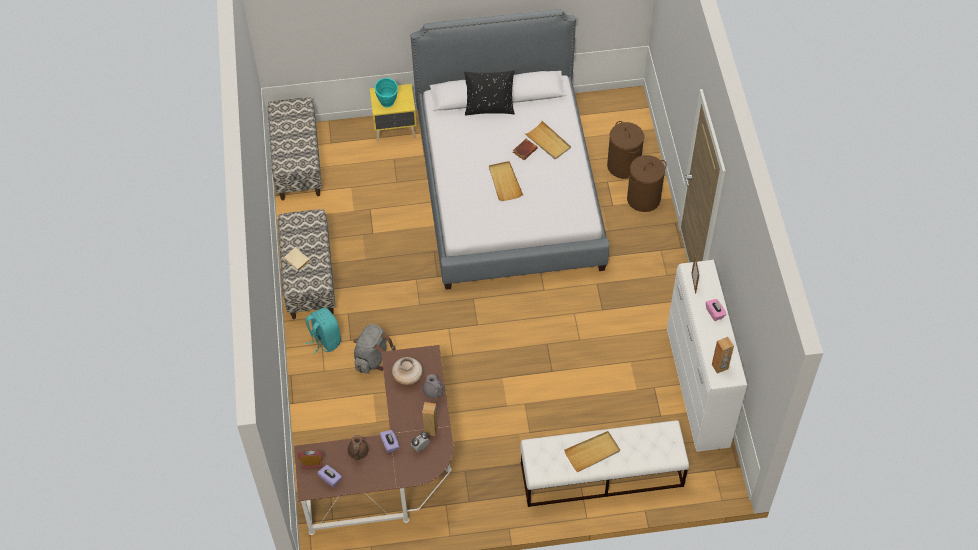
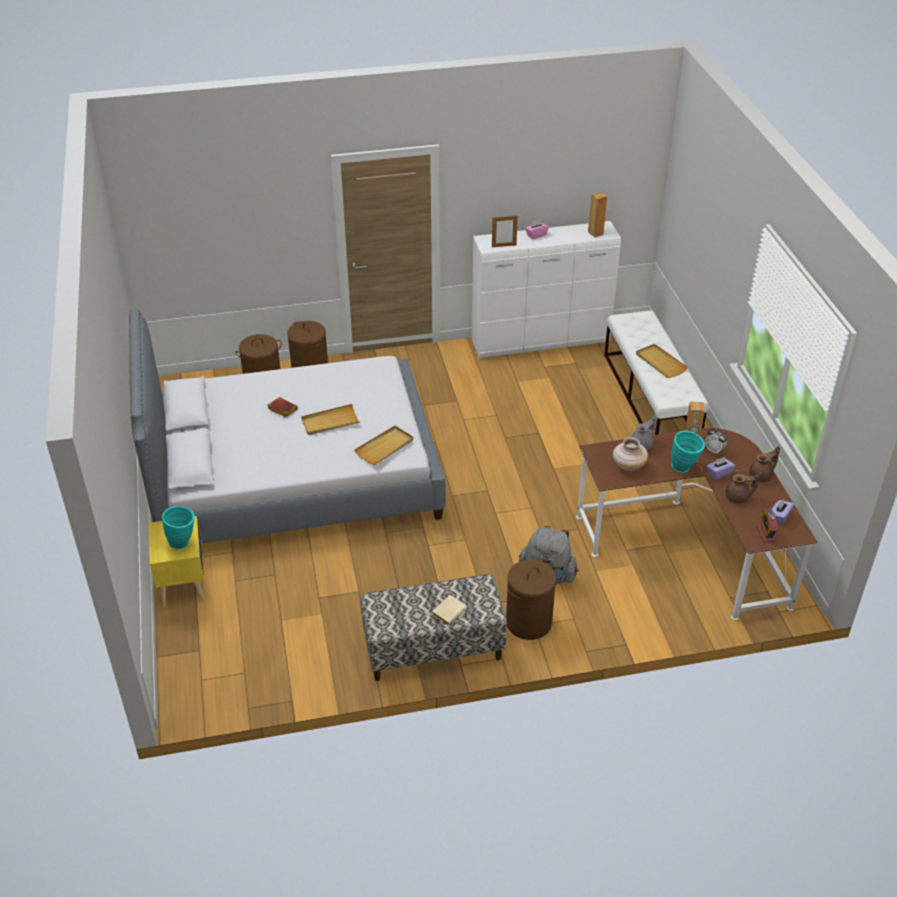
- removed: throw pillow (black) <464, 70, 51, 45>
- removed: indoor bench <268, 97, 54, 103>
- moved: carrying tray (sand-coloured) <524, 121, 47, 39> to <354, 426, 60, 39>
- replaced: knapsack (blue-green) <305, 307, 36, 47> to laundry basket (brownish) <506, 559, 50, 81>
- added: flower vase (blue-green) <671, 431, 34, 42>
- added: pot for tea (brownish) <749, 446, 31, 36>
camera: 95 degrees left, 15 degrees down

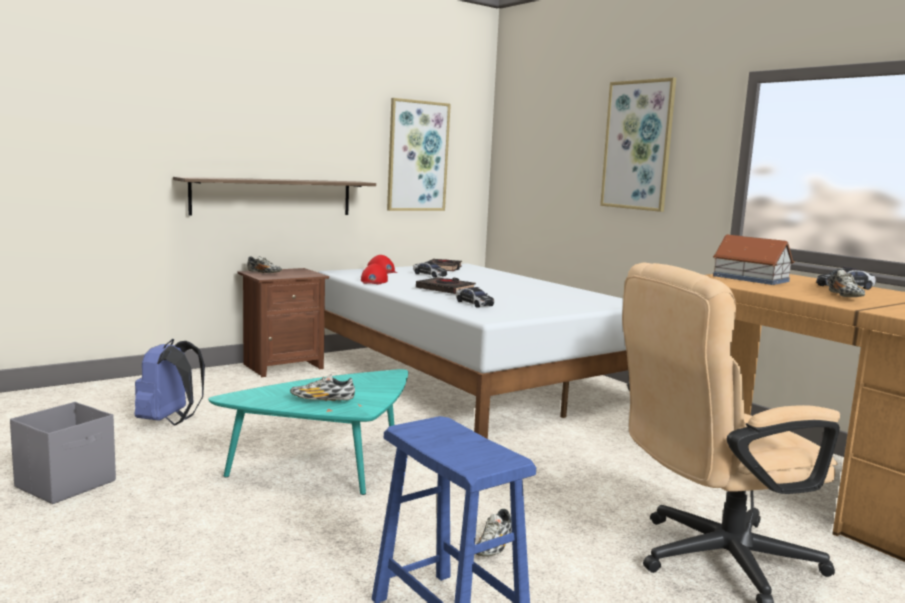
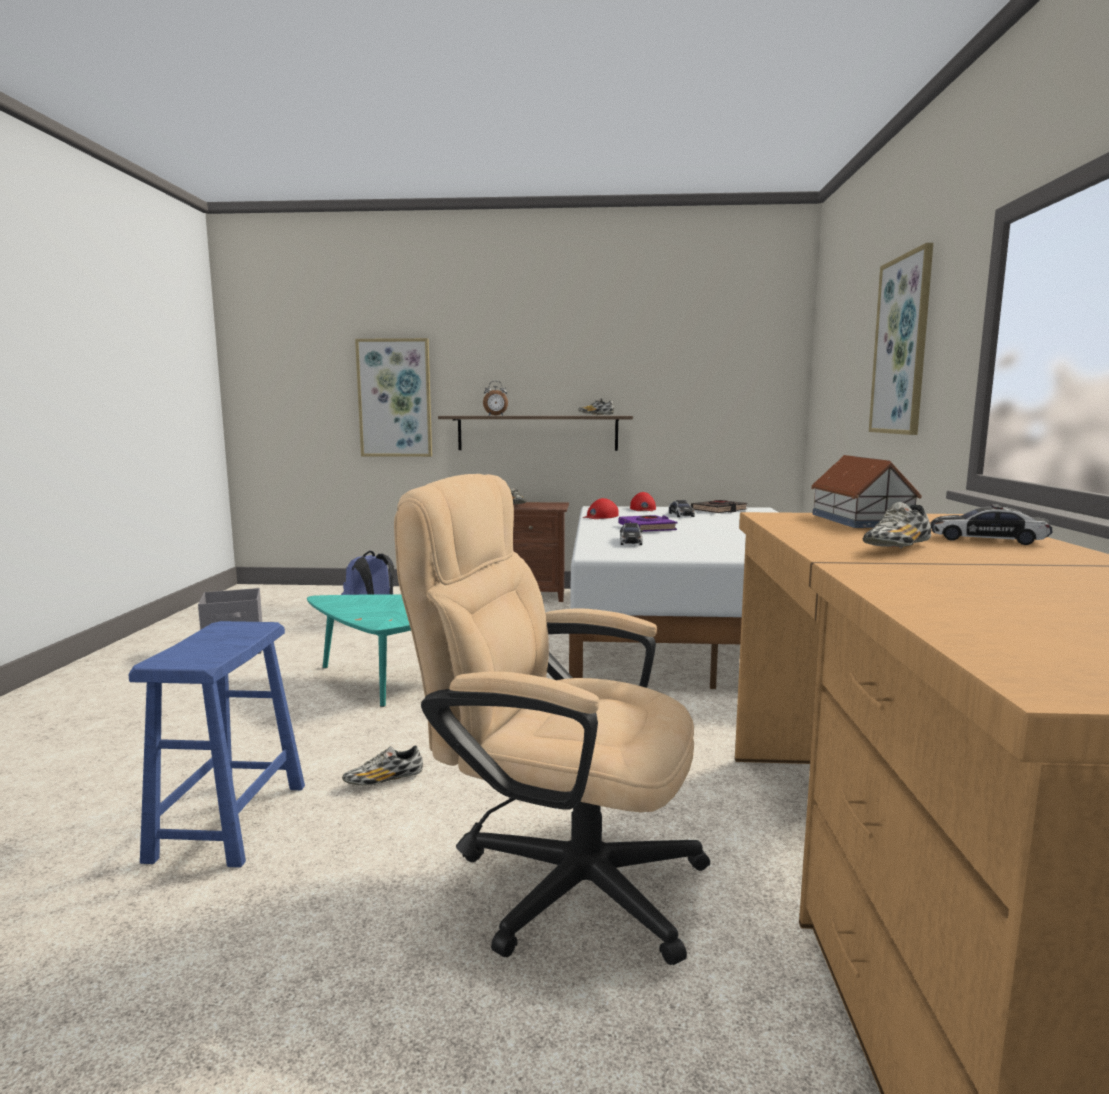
- moved: wall picture <387, 98, 64, 113> to <355, 338, 77, 119>
- recoloured: bound book (black) <416, 277, 60, 17> to bound book (purple) <619, 515, 58, 17>
- moved: shoe <290, 374, 65, 27> to <578, 398, 36, 18>
- added: table clock <483, 381, 25, 35>
camera: 40 degrees right, 0 degrees up

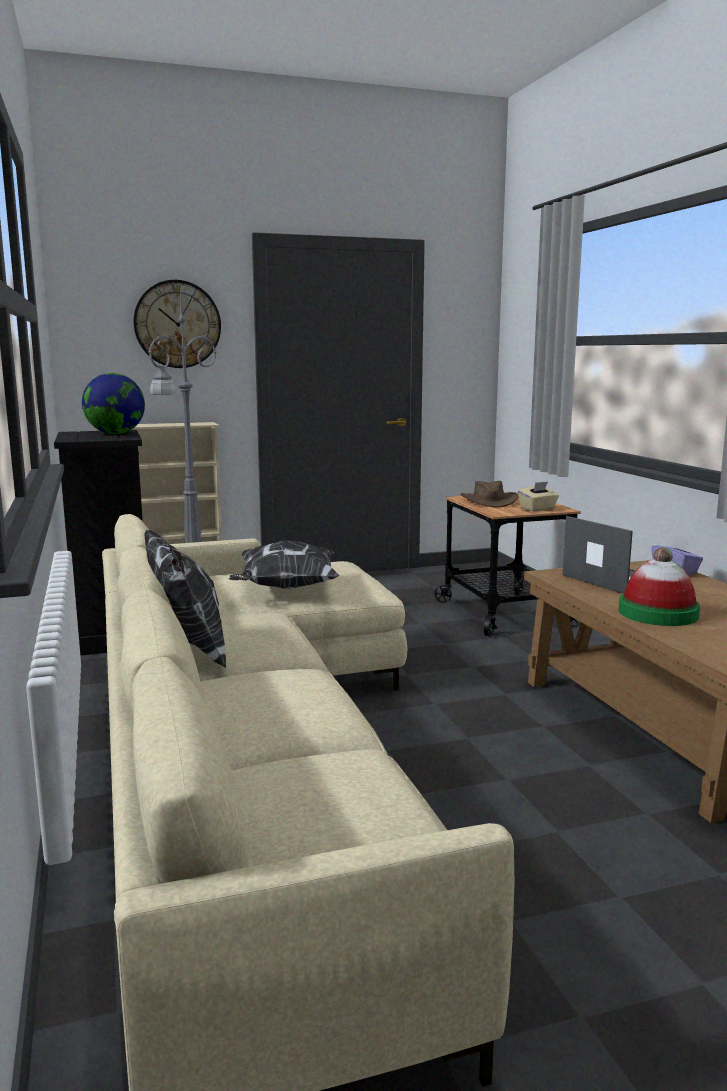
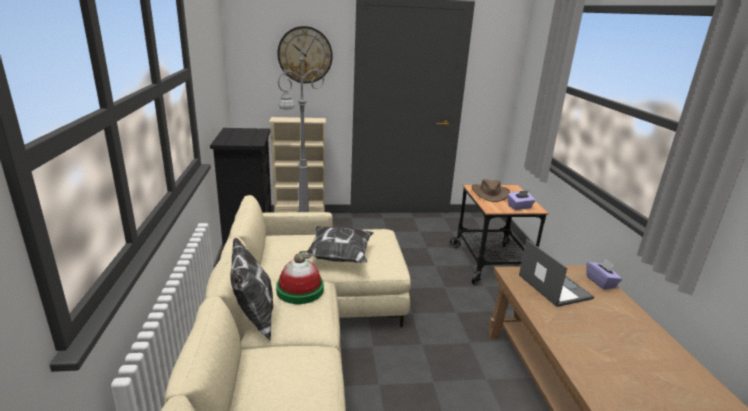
- removed: desk globe <82, 373, 63, 61>
- recoloured: box of tissues (sand-coloured) <518, 481, 41, 31> to box of tissues (purple) <508, 191, 28, 19>
- moved: clothing hat <618, 547, 82, 79> to <276, 253, 48, 51>
camera: 10 degrees right, 10 degrees up

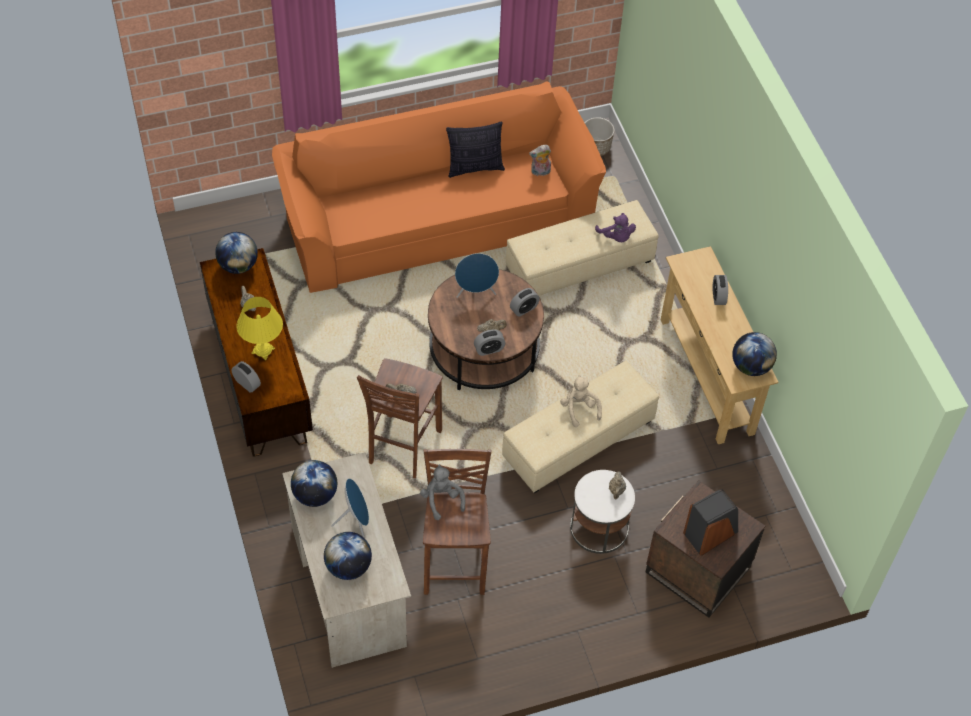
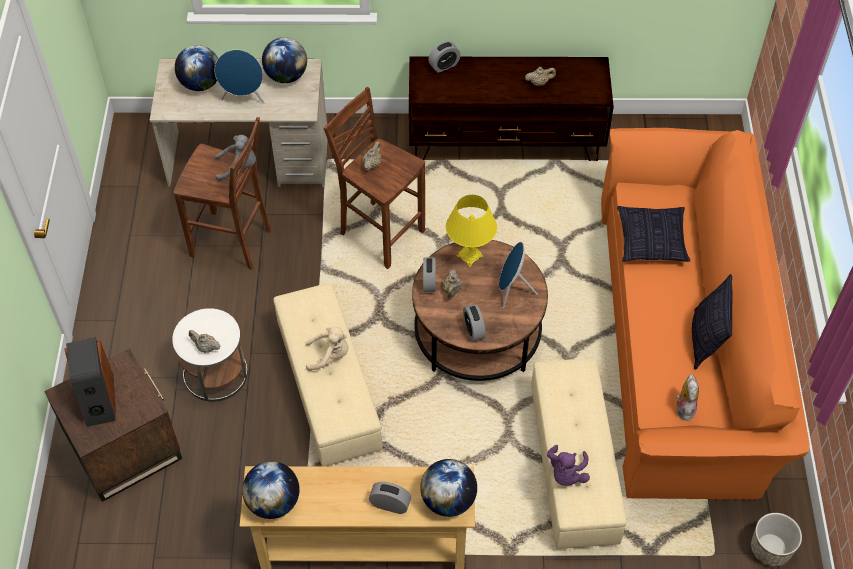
- turned: cuddly toy (purple) <595, 213, 41, 29> = <547, 445, 43, 41> 60 degrees counterclockwise
- moved: desk globe <215, 232, 43, 42> to <420, 459, 57, 58>
- moved: table lamp (yellow-coloured) <236, 297, 47, 63> to <446, 195, 51, 72>
- added: throw pillow <617, 206, 73, 56>
camera: 110 degrees right, 0 degrees up

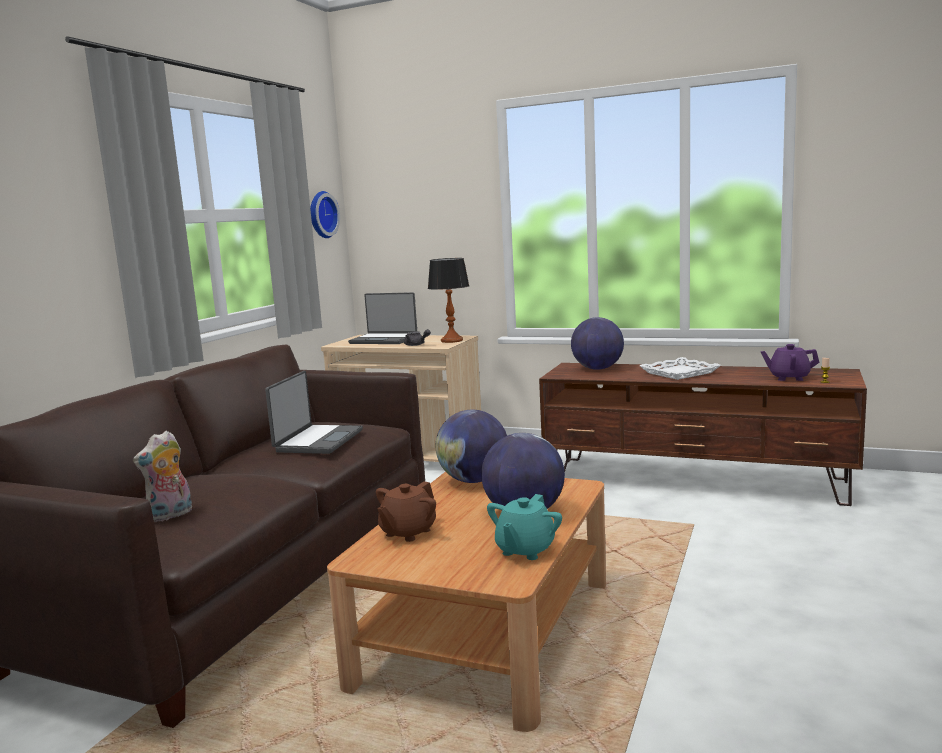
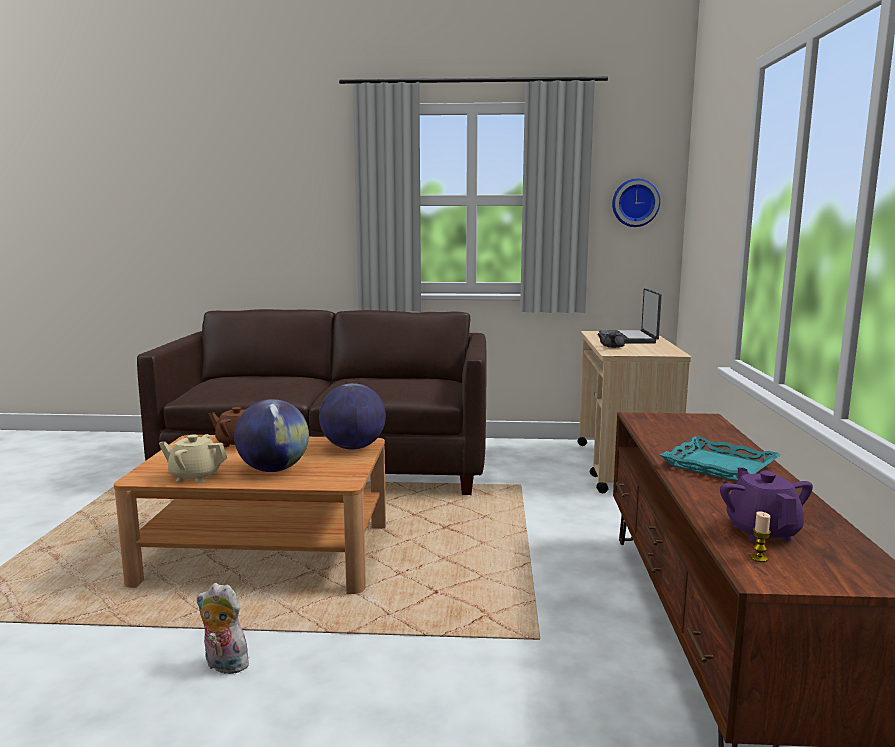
- removed: table lamp <428, 258, 42, 85>
- removed: desk globe <571, 317, 53, 53>
- recoloured: carrying tray (white-coloured) <640, 357, 81, 23> to carrying tray (blue-green) <660, 436, 121, 46>
- removed: notebook computer <265, 371, 98, 83>
- moved: cuddly toy <133, 431, 59, 91> to <197, 583, 56, 91>
- recoloured: pot for tea (blue-green) <487, 494, 75, 66> to pot for tea (sand-coloured) <159, 434, 68, 49>
camera: 70 degrees right, 0 degrees up

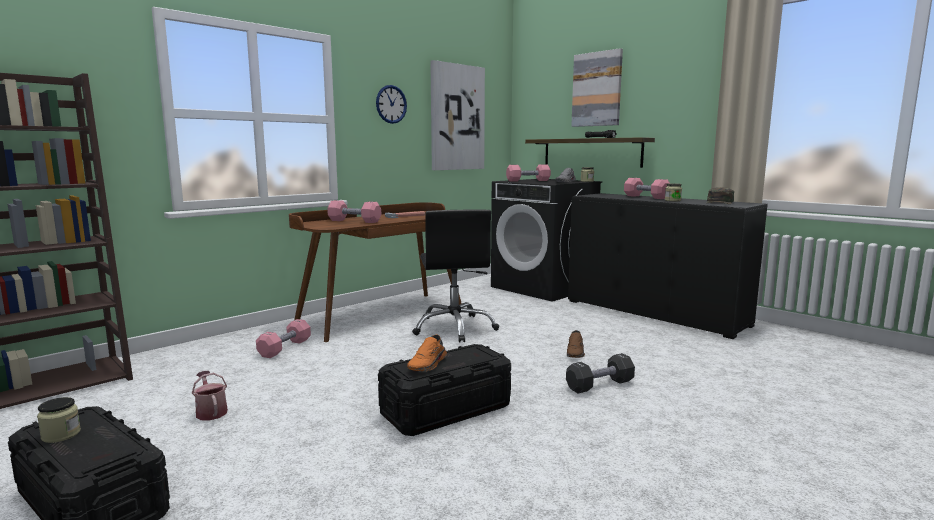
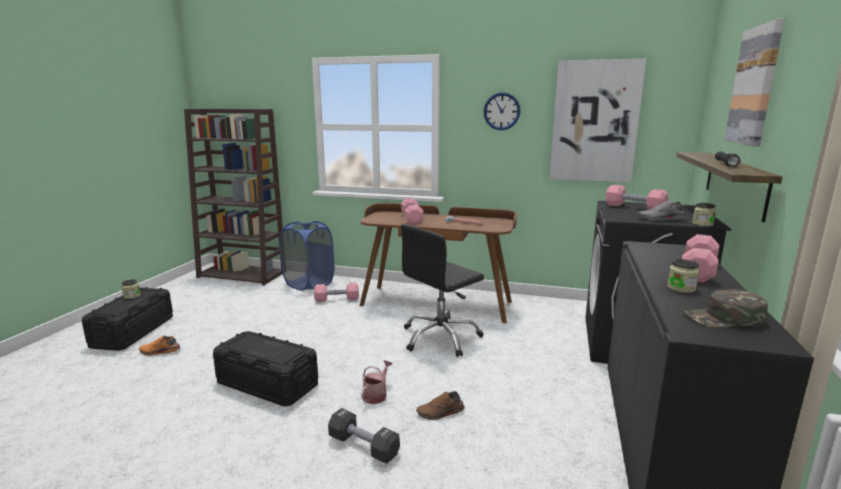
- moved: shoe (orange-coloured) <407, 335, 40, 36> to <139, 335, 42, 21>
- moved: sprinkling can <192, 371, 36, 49> to <361, 360, 32, 44>
- added: laundry basket (blue-coloured) <280, 221, 54, 70>
camera: 60 degrees right, 5 degrees up

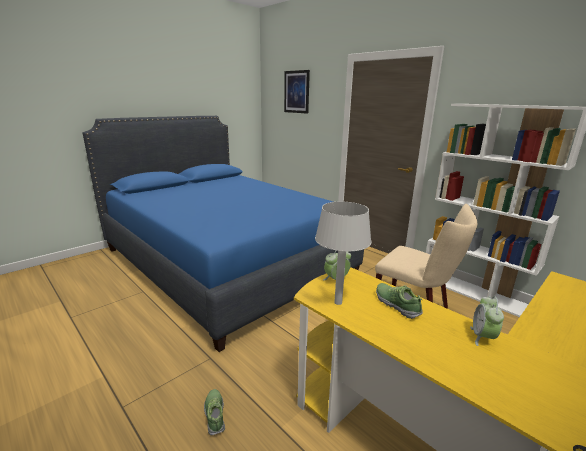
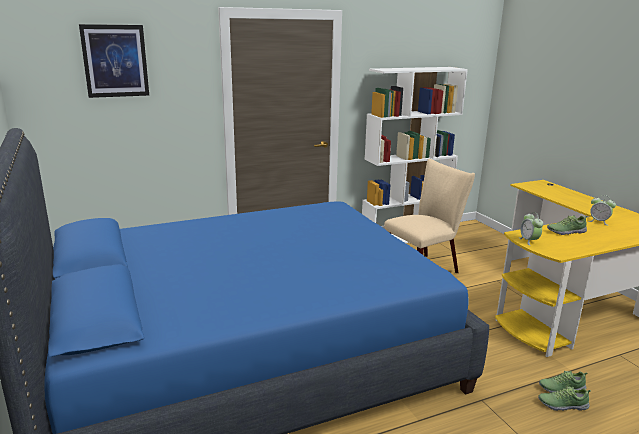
- removed: table lamp (grey) <315, 202, 57, 103>
- added: shoe <539, 371, 48, 22>
camera: 70 degrees left, 0 degrees up

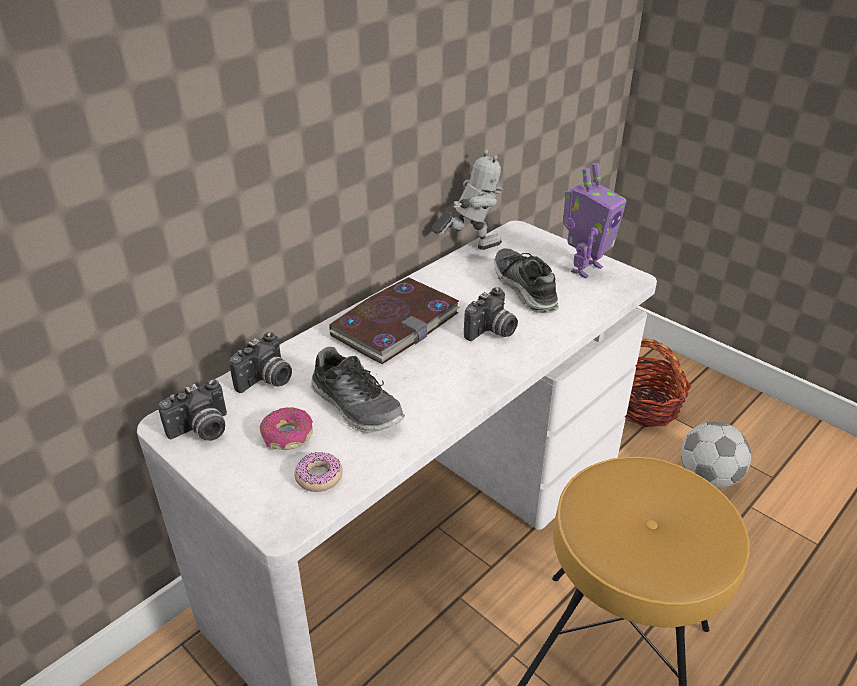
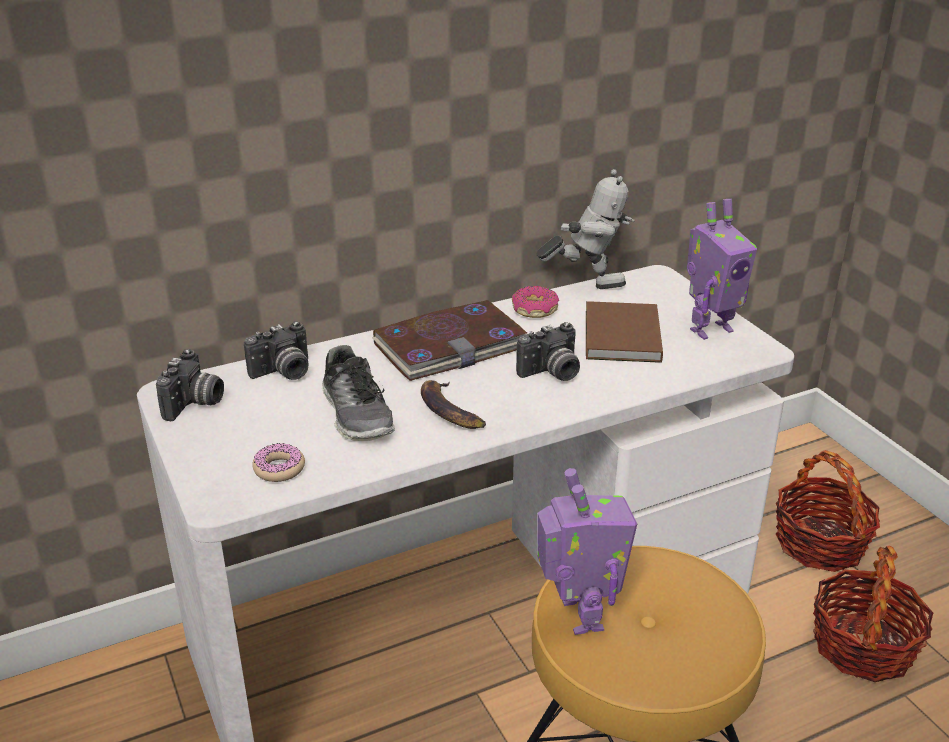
- replaced: shoe <494, 248, 65, 66> to bound book (brownish) <586, 301, 77, 62>
- turned: photo camera <158, 379, 69, 62> = <156, 349, 68, 72> 60 degrees counterclockwise
- moved: ring doughnut <260, 407, 53, 43> to <512, 286, 47, 32>
- replaced: ball for football <681, 422, 70, 66> to household basket <813, 546, 120, 136>
- added: banana <421, 380, 65, 49>
- added: model robot <537, 468, 100, 167>
camera: 20 degrees right, 5 degrees down

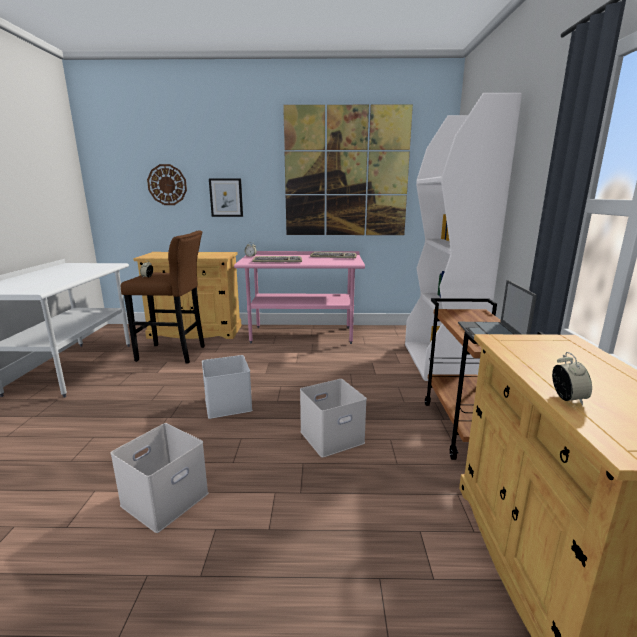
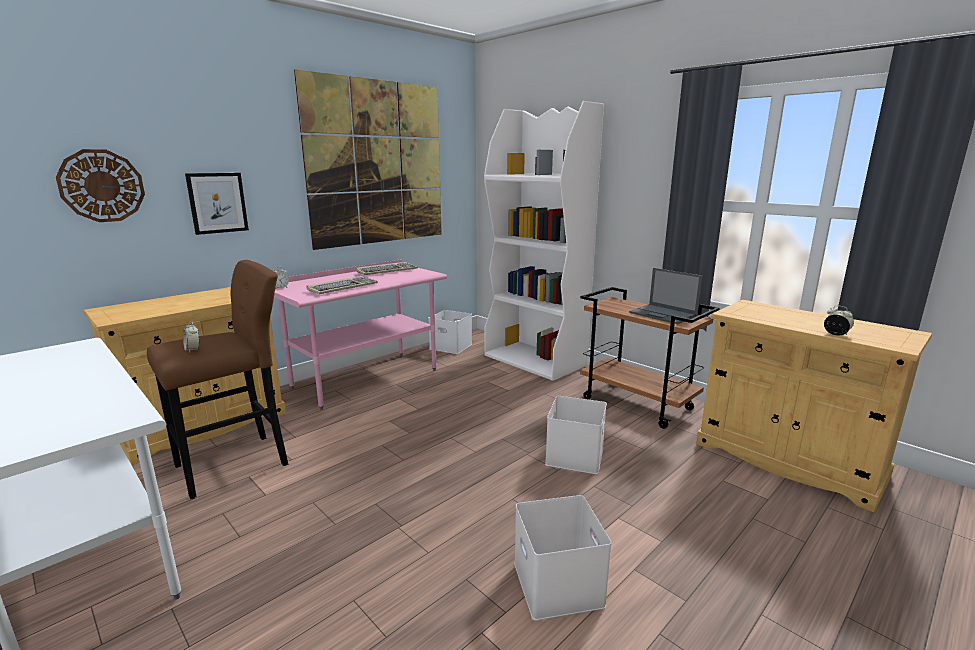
- moved: storage box (white-coloured) <202, 355, 51, 64> to <428, 310, 44, 44>
camera: 45 degrees left, 0 degrees up

